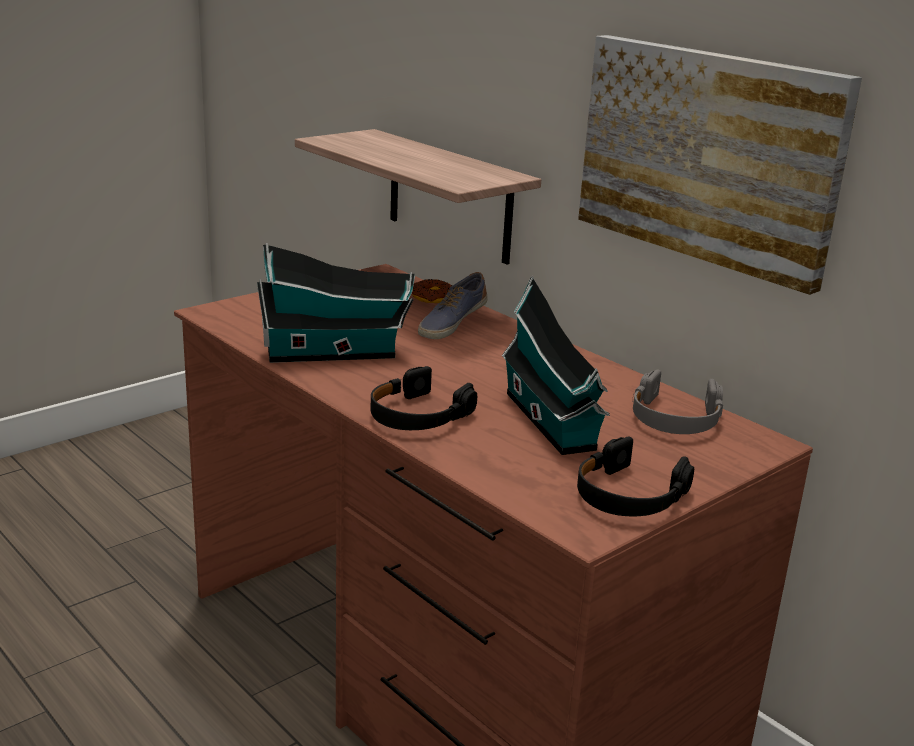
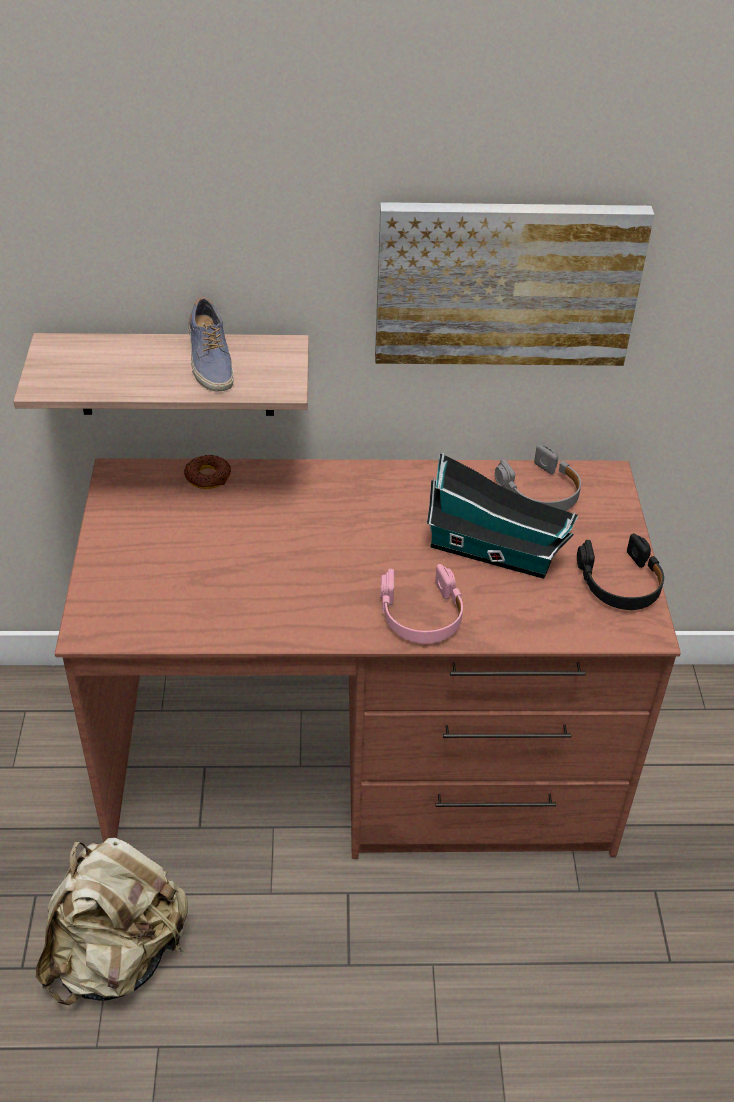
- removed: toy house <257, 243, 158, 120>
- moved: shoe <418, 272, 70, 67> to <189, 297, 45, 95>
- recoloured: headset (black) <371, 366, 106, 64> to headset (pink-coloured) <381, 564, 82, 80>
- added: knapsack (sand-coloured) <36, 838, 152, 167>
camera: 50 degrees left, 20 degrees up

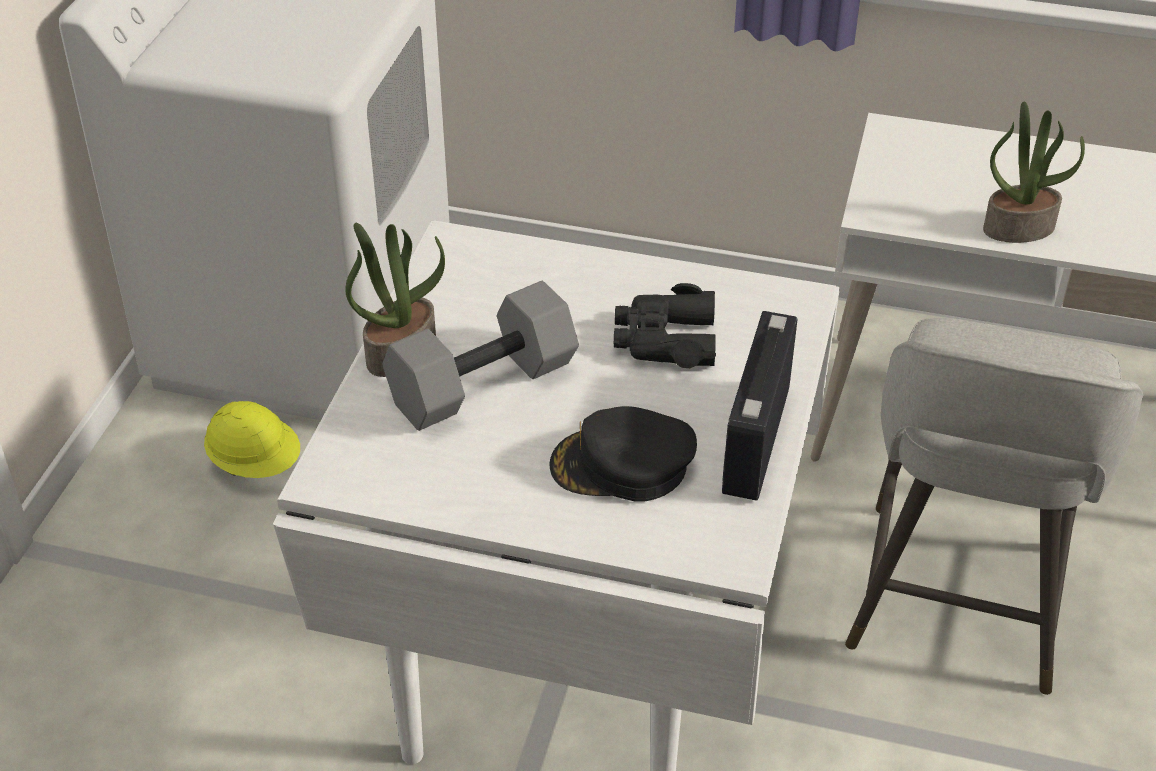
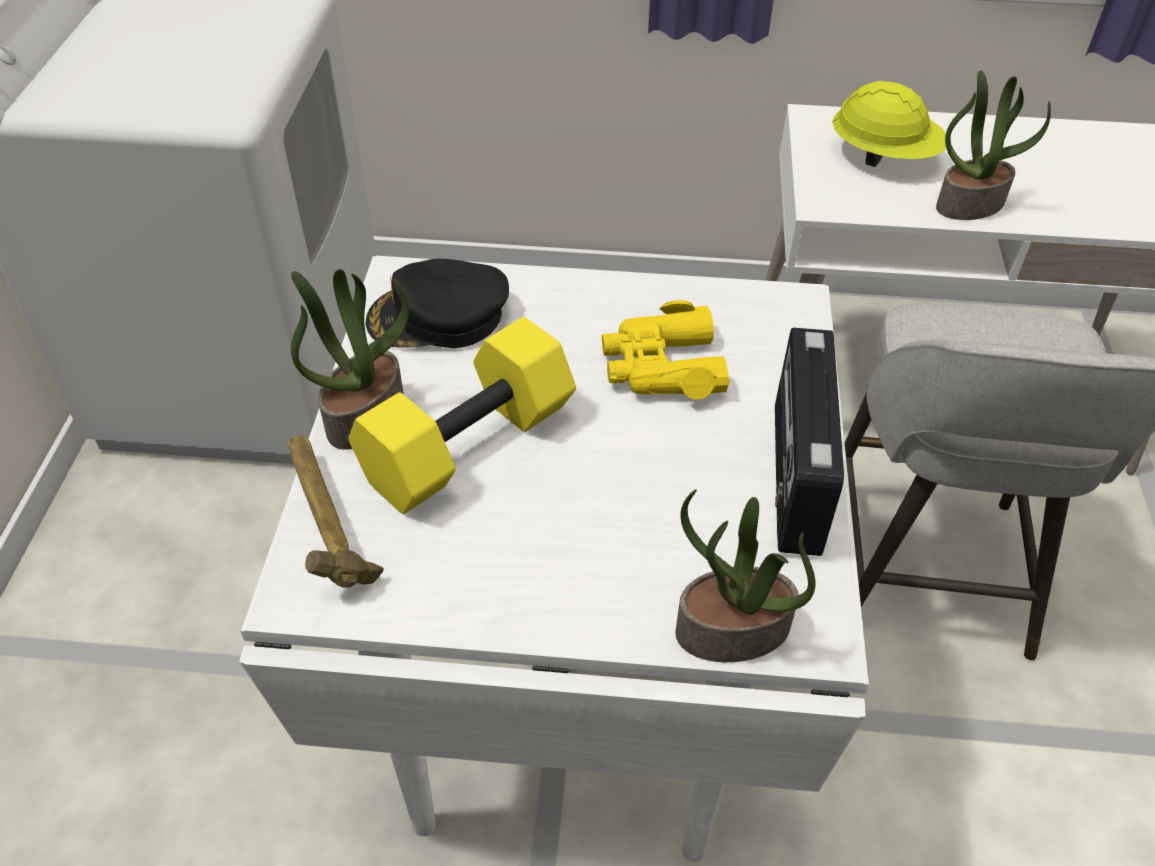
- recoloured: dumbbell (grey) <382, 281, 197, 150> to dumbbell (yellow-coloured) <348, 317, 228, 197>
- recoloured: field glasses (black) <614, 283, 102, 85> to field glasses (yellow-coloured) <602, 300, 128, 100>
- moved: work helmet (yellow-coloured) <204, 401, 96, 77> to <832, 81, 114, 86>
- moved: cap (black) <549, 406, 148, 96> to <366, 259, 143, 89>
- added: hand hammer <287, 435, 97, 153>
- added: potted plant <675, 489, 141, 173>
camera: 10 degrees left, 5 degrees up

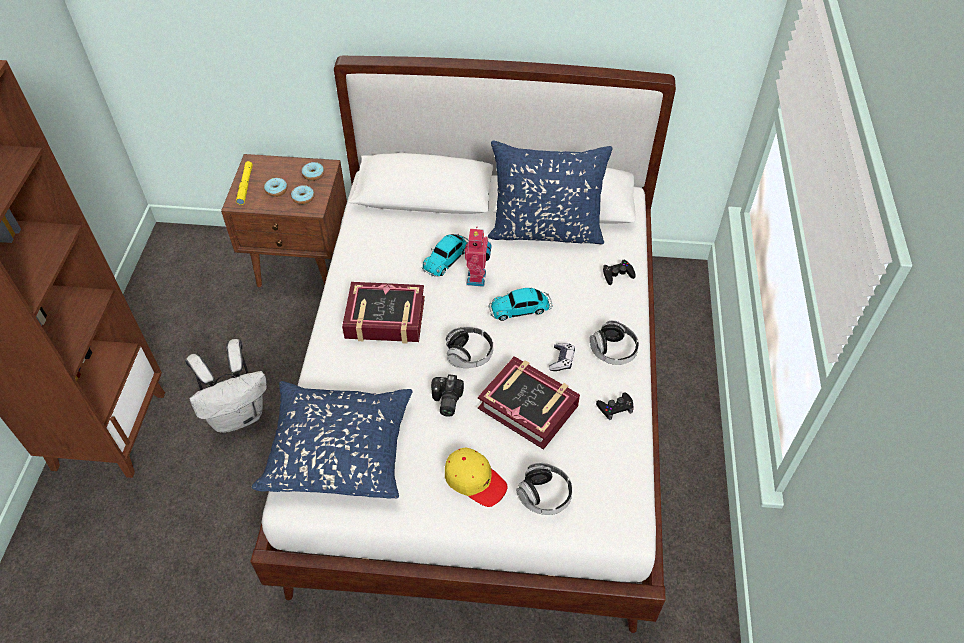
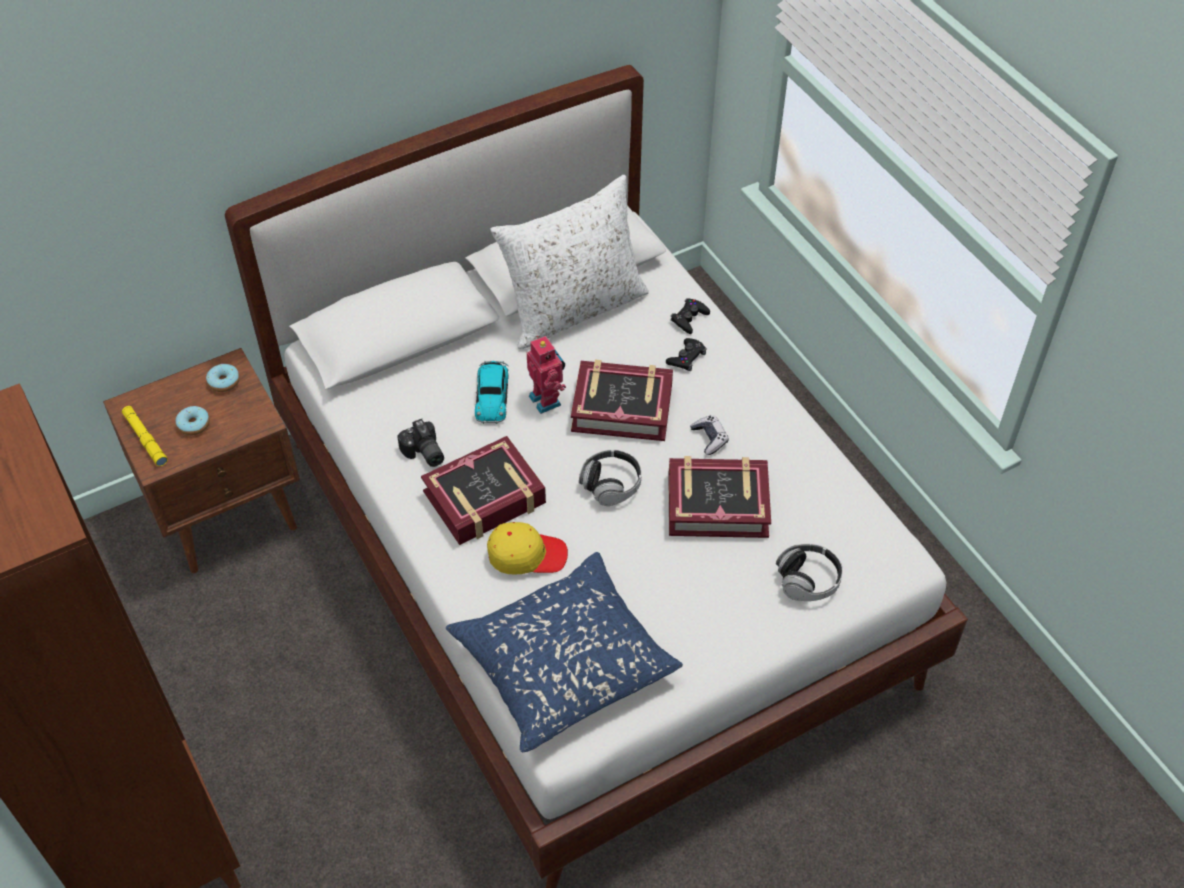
- recoloured: throw pillow (blue-coloured) <488, 140, 125, 104> to throw pillow (white-coloured) <490, 175, 159, 174>
- removed: ring doughnut <291, 185, 23, 20>
- replaced: toy car <488, 288, 64, 33> to bound book <571, 360, 102, 81>
- removed: headset <590, 320, 49, 45>
- removed: knapsack (white-coloured) <185, 339, 82, 94>
- moved: photo camera <431, 374, 33, 43> to <397, 419, 47, 48>
- moved: game controller (black) <596, 392, 38, 28> to <666, 338, 41, 33>
- moved: cap (yellow-coloured) <445, 448, 63, 59> to <487, 522, 81, 52>
camera: 35 degrees left, 0 degrees up

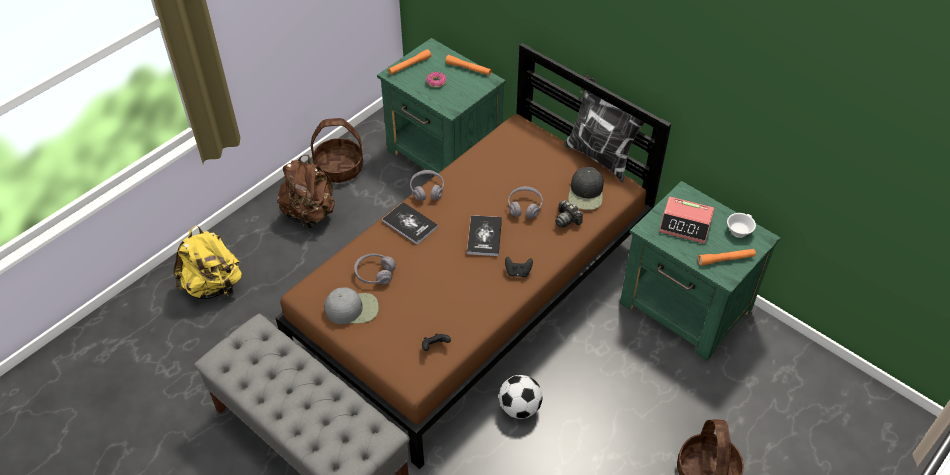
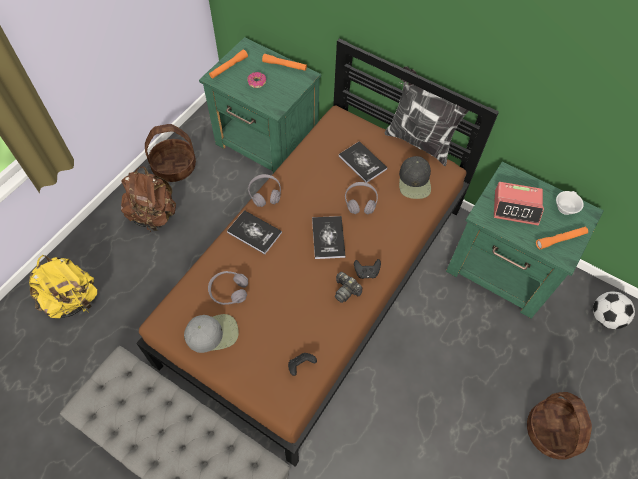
- moved: photo camera <555, 200, 28, 28> to <335, 272, 27, 31>
- moved: ball for football <499, 375, 43, 44> to <593, 292, 42, 37>
- added: bound book <339, 141, 48, 42>
camera: 10 degrees left, 10 degrees up

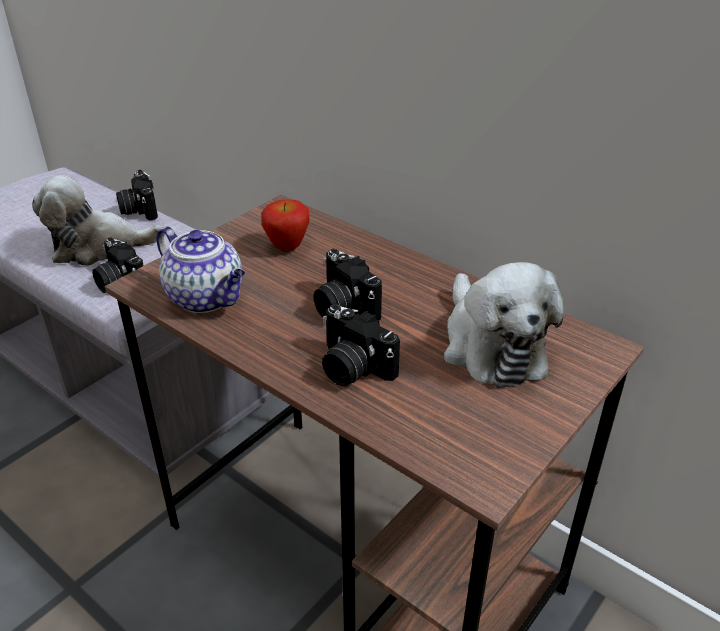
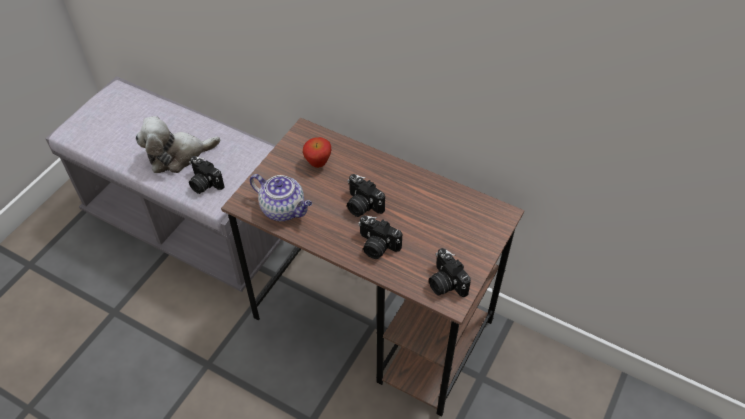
- moved: photo camera <116, 170, 42, 50> to <429, 248, 42, 49>
- removed: cuddly toy <444, 262, 120, 126>
camera: 10 degrees left, 15 degrees up

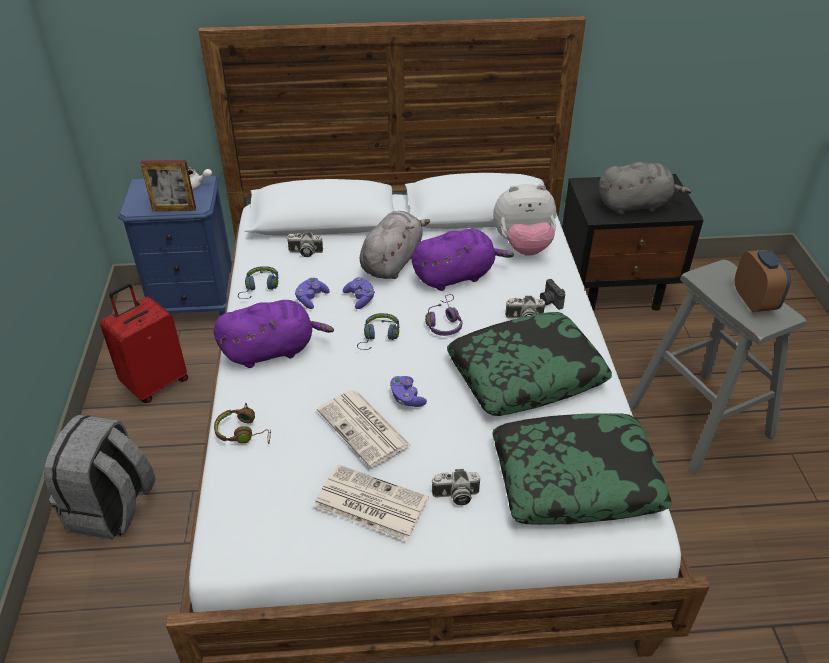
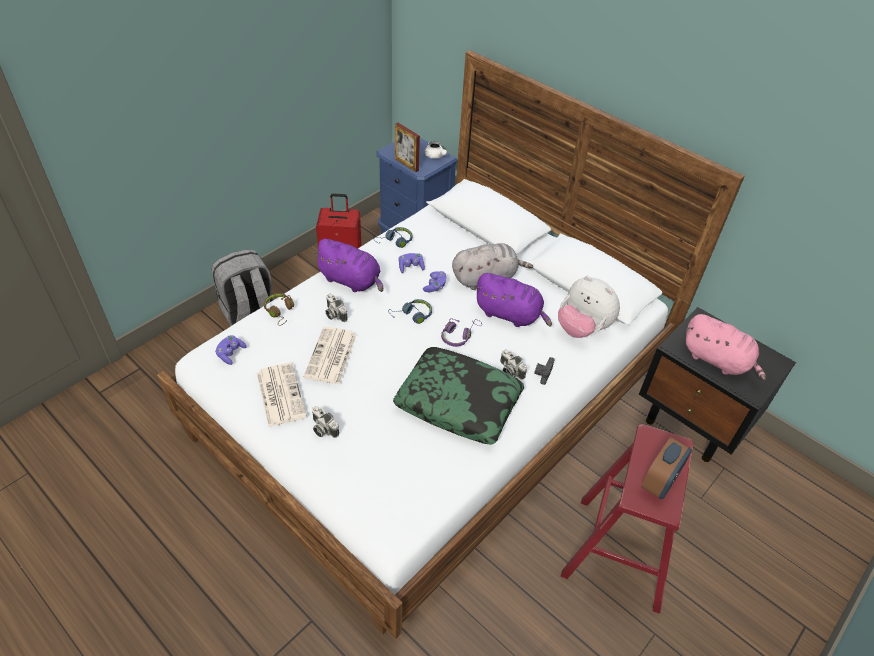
- recoloured: cuddly toy (grey) <599, 162, 93, 53> to cuddly toy (pink-coloured) <686, 314, 80, 67>
- moved: photo camera <287, 232, 36, 25> to <326, 294, 22, 28>
- recoloured: sitting stool (grey) <628, 260, 179, 215> to sitting stool (red) <560, 424, 133, 190>
- moved: game controller (purple) <390, 376, 37, 31> to <215, 335, 32, 30>
- removed: throw pillow <492, 413, 180, 112>
camera: 45 degrees right, 5 degrees up

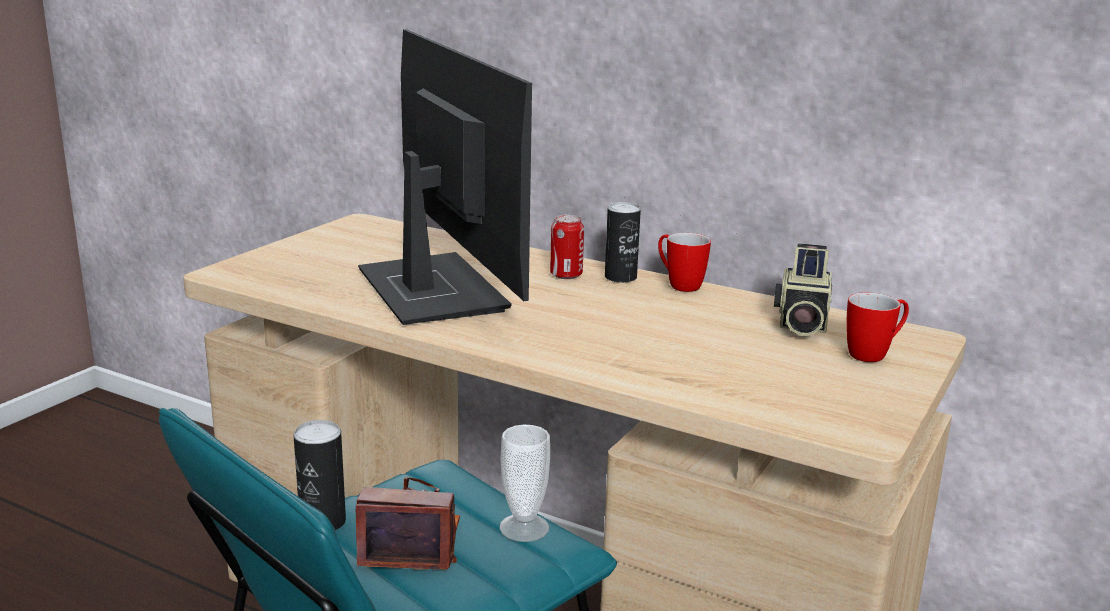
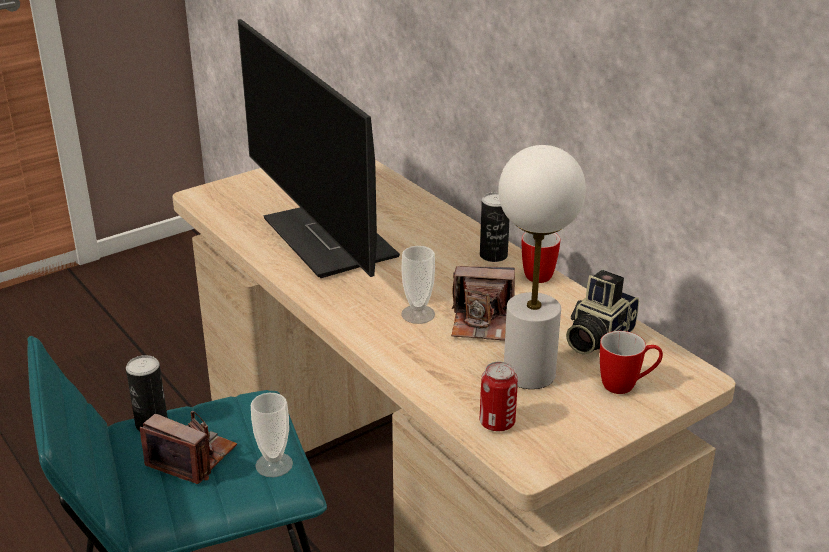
- turned: computer display <358, 29, 174, 296> = <238, 19, 162, 259> 150 degrees clockwise
- moved: sealed can <550, 215, 34, 64> to <480, 362, 38, 69>
- added: table lamp (white-coloured) <498, 145, 88, 244>
- added: cup <401, 246, 34, 78>
- added: photo camera <451, 266, 64, 75>
camera: 25 degrees right, 10 degrees up

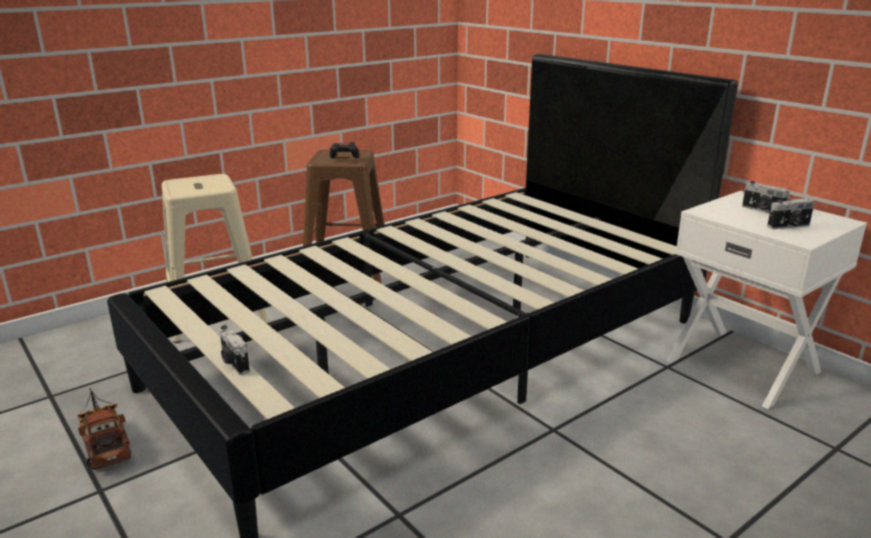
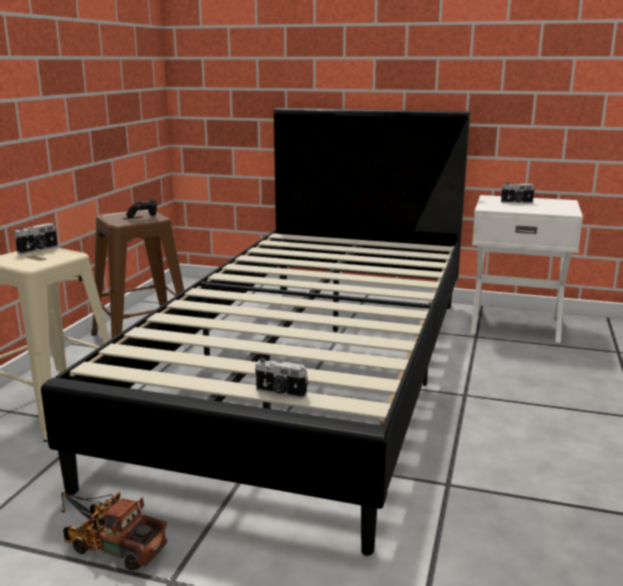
- moved: photo camera <767, 198, 47, 31> to <14, 223, 44, 32>
camera: 35 degrees left, 5 degrees down

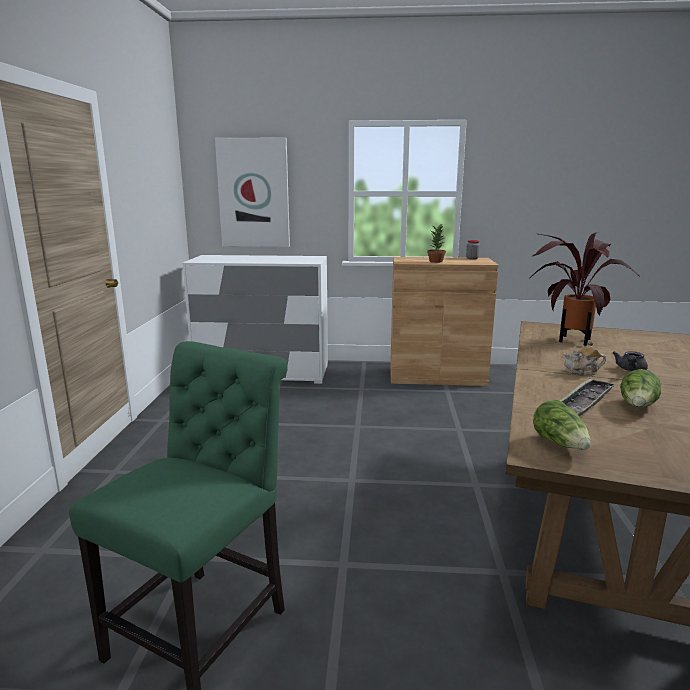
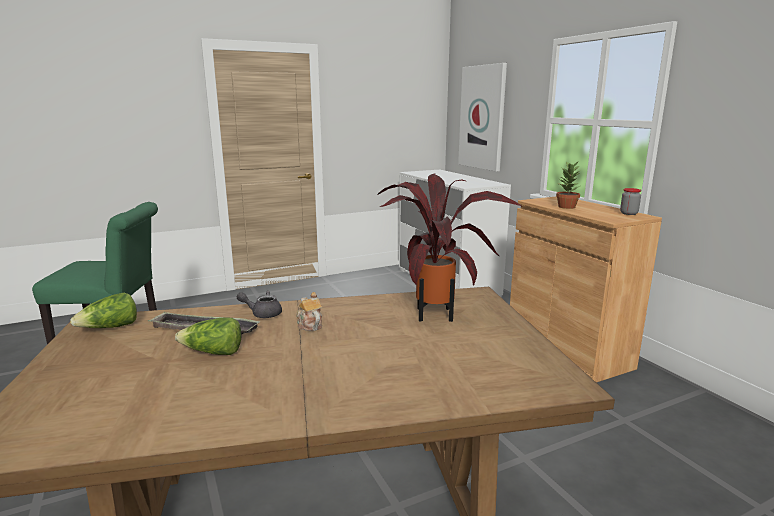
- moved: pot for tea (grey) <613, 351, 35, 20> to <237, 291, 45, 27>
camera: 60 degrees right, 0 degrees up

